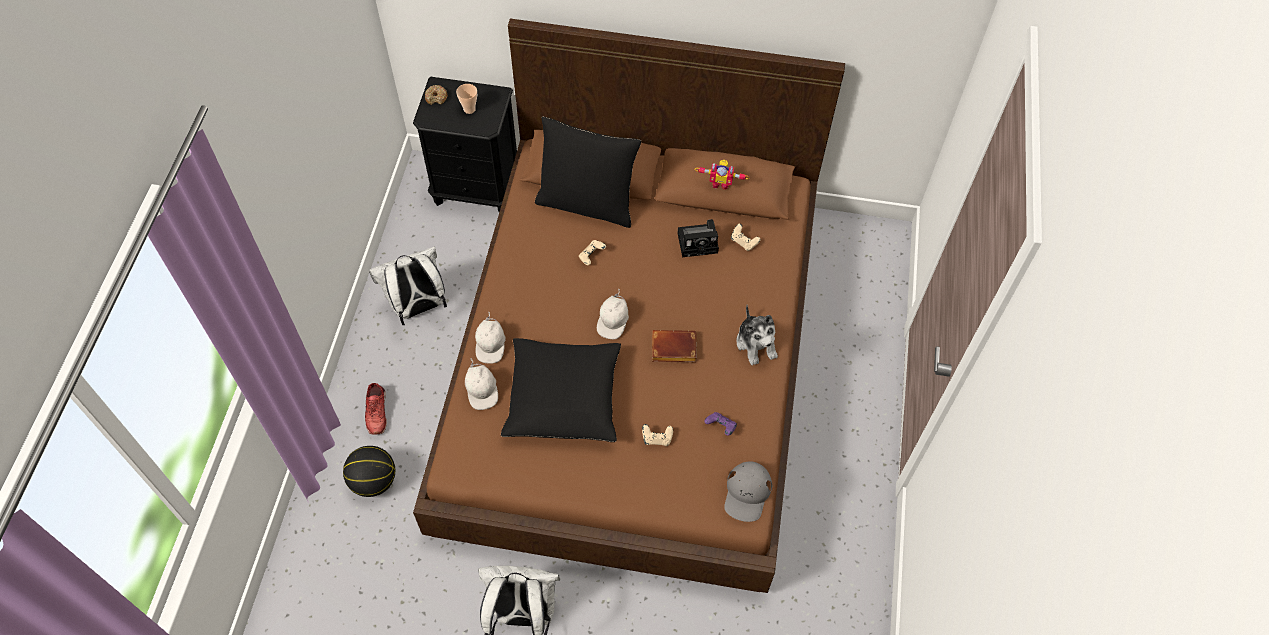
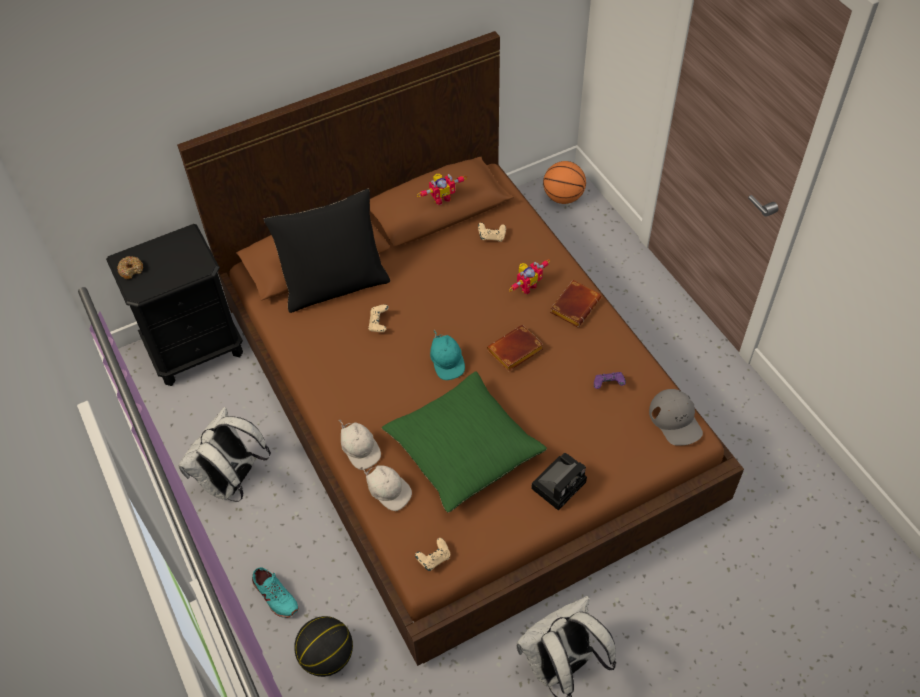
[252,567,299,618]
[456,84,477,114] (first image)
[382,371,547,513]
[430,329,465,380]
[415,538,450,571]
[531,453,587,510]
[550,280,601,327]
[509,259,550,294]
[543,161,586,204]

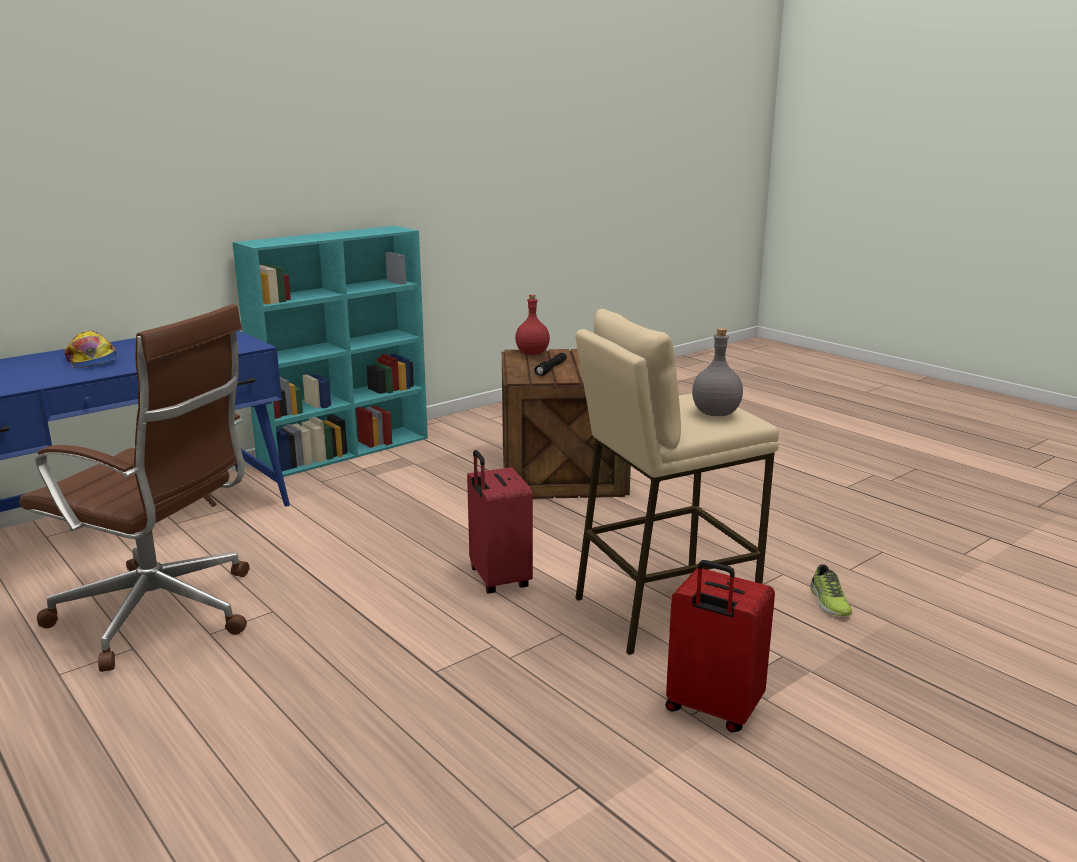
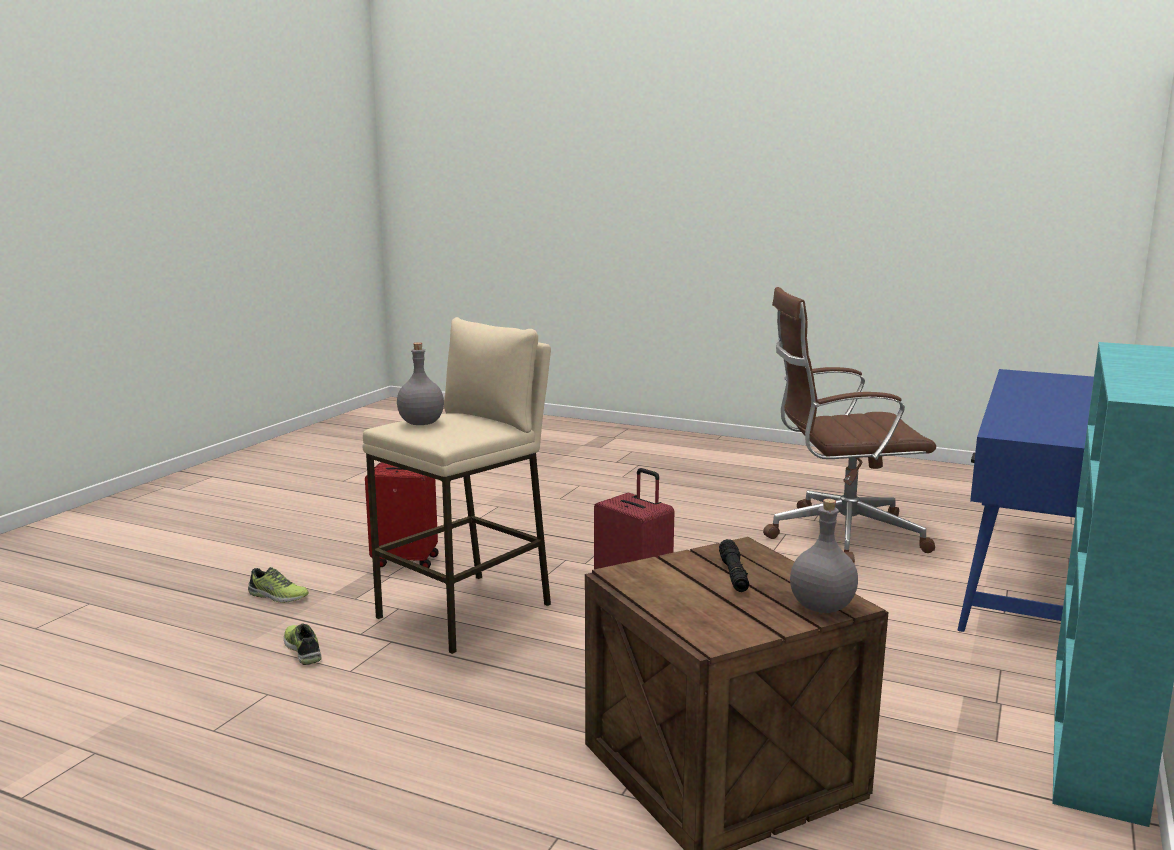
[65,331,118,368] (first image)
[790,499,858,613]
[248,567,309,603]

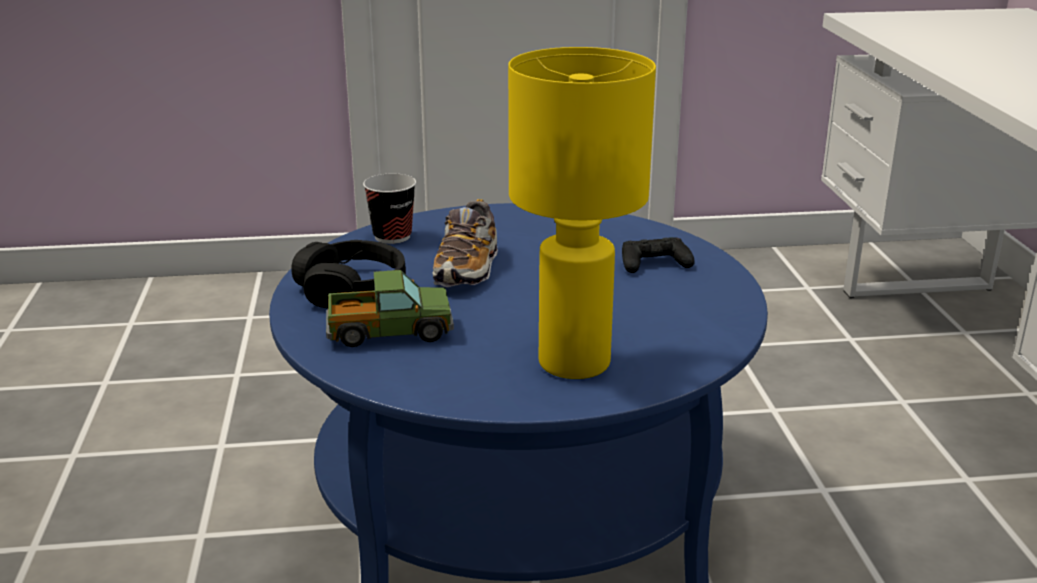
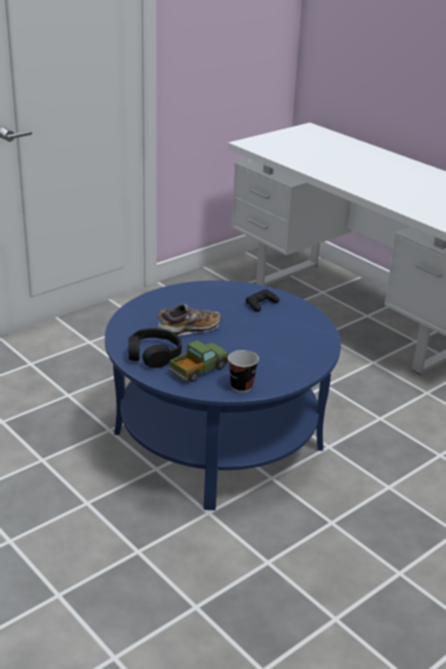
[228,350,259,393]
[158,304,221,336]
[508,47,656,379] (first image)

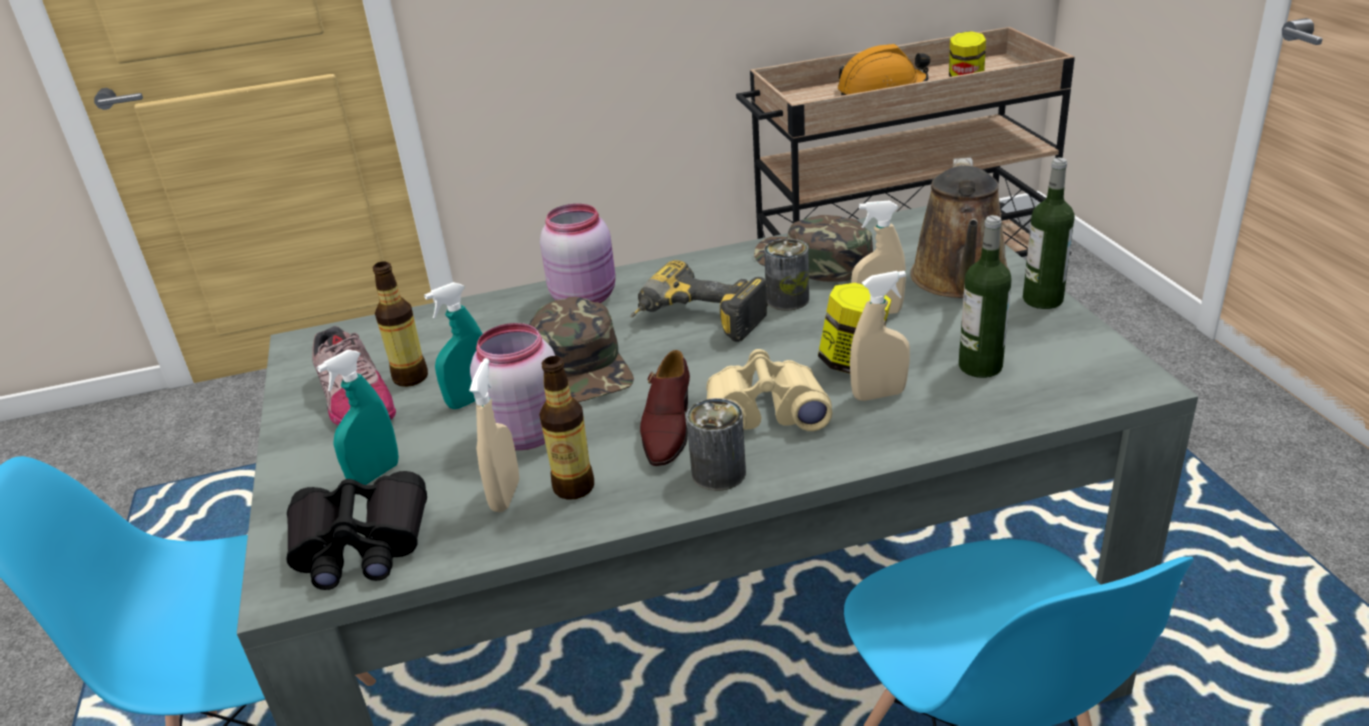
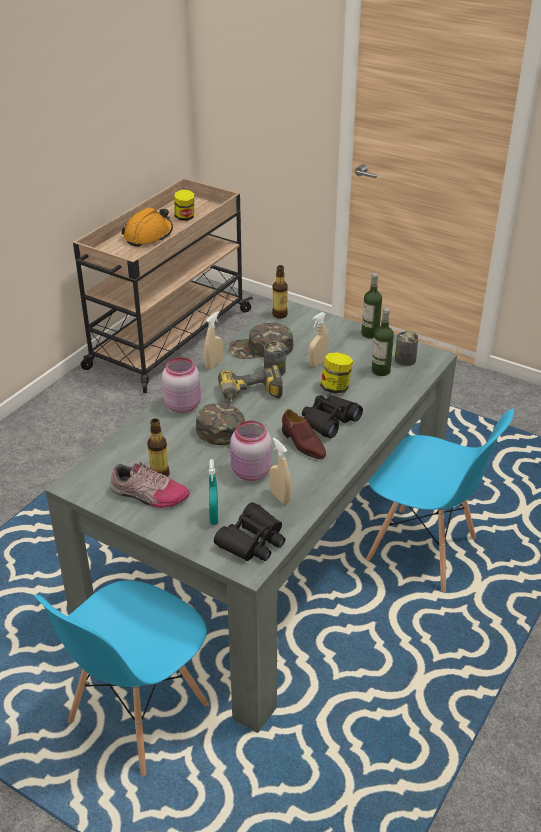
[424,282,483,409] (first image)
[272,265,288,319]
[395,331,419,367]
[302,395,363,438]
[204,311,223,370]
[910,158,1010,298] (first image)

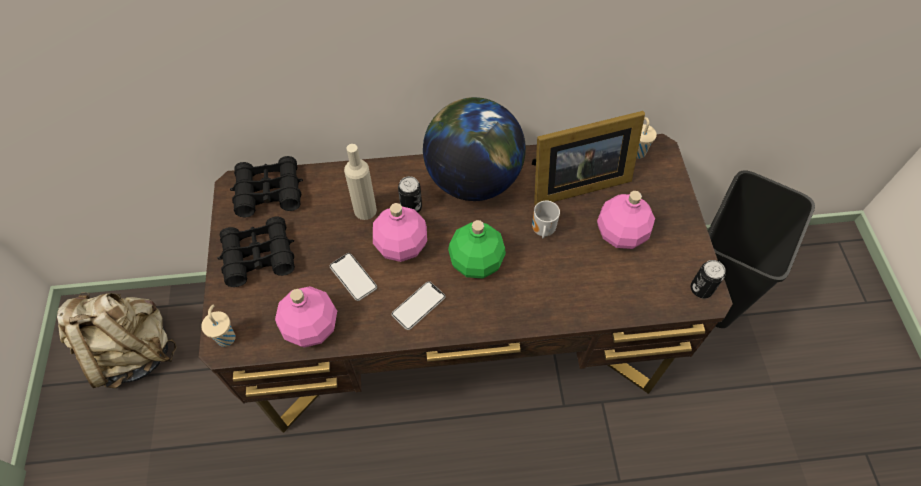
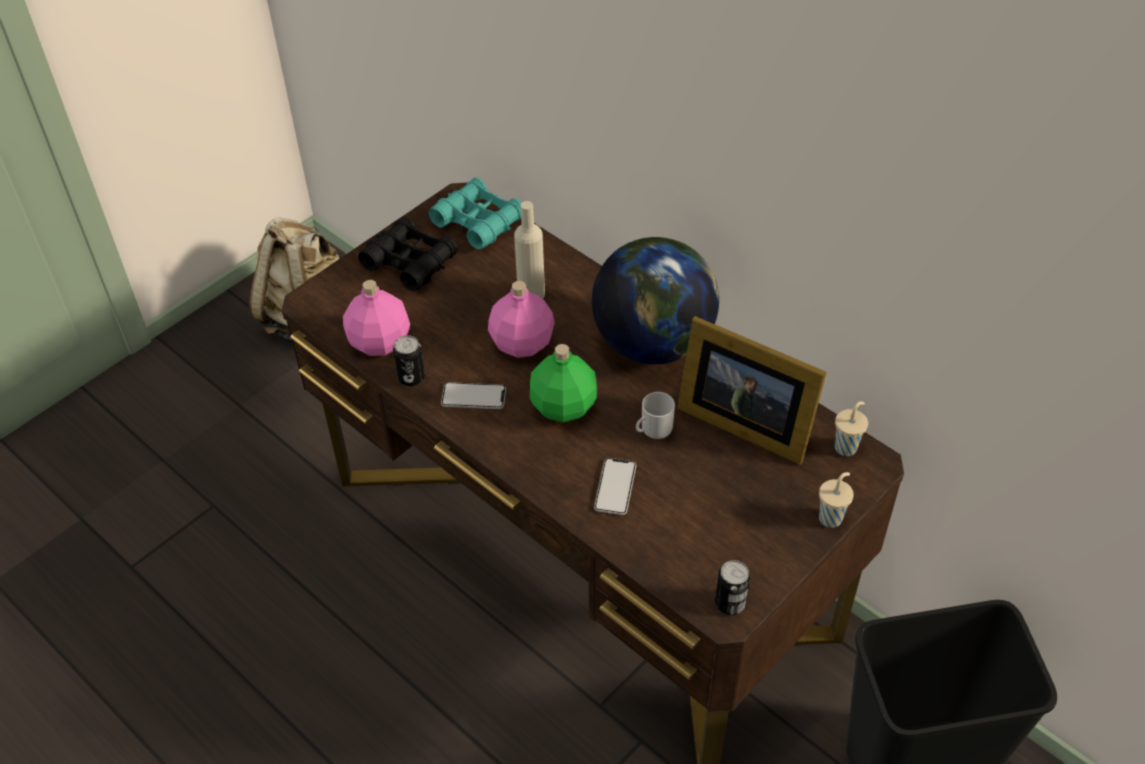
[819,472,854,528]
[429,178,521,249]
[594,458,636,515]
[393,335,425,386]
[597,191,655,249] (first image)

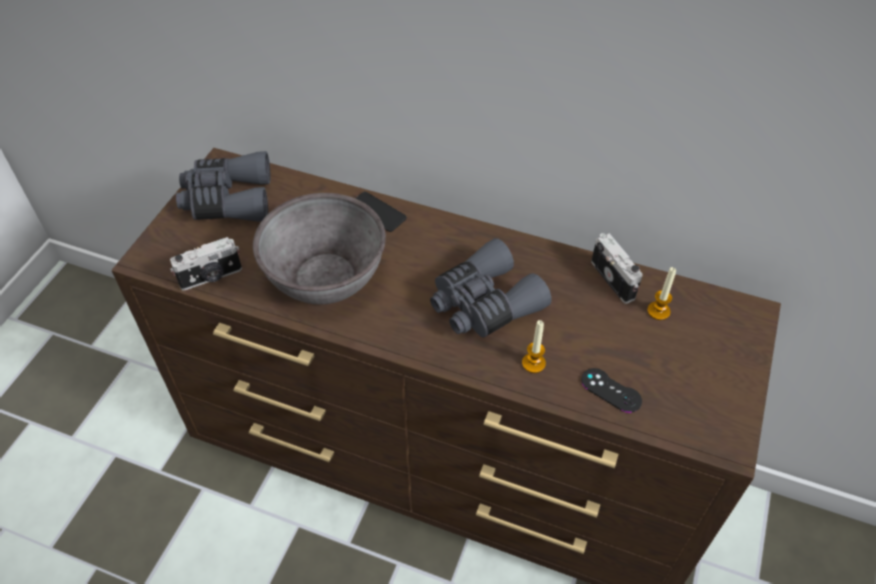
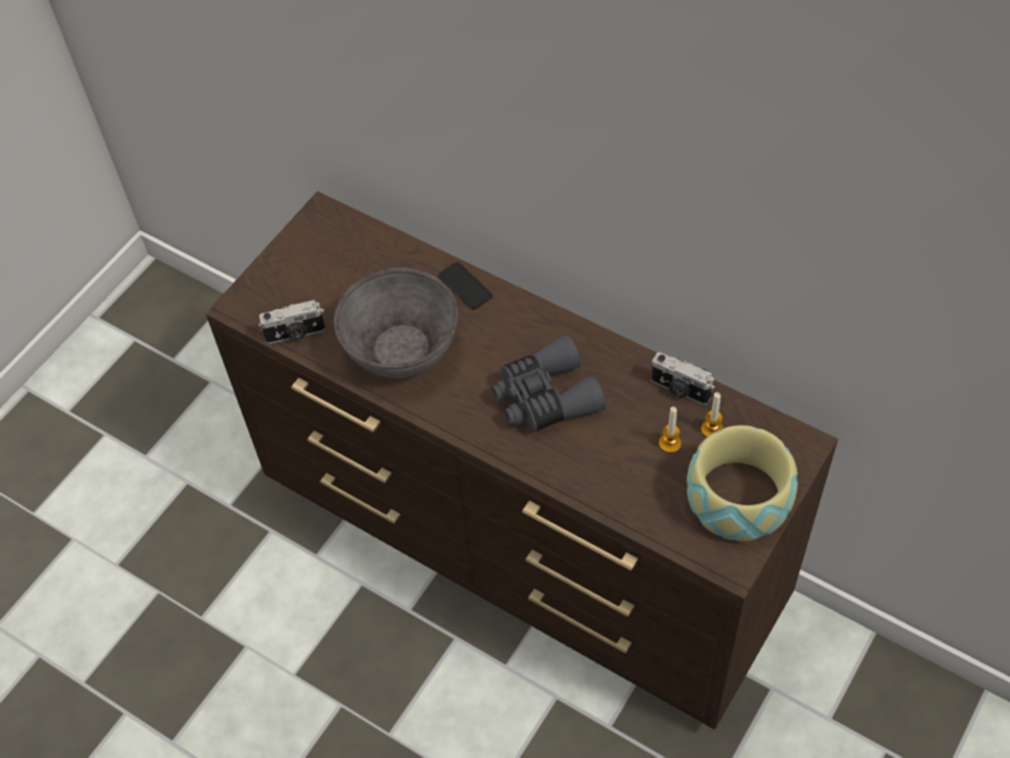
[176,151,270,222] (first image)
[659,407,681,453]
[581,368,642,413] (first image)
[651,352,715,405]
[687,425,798,541]

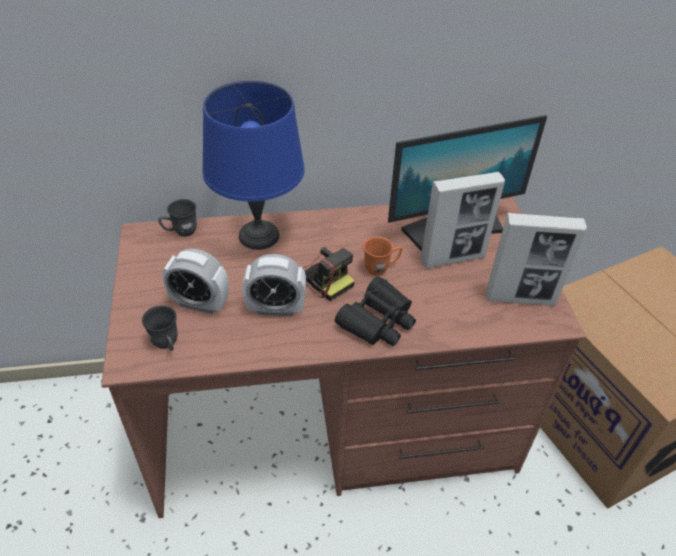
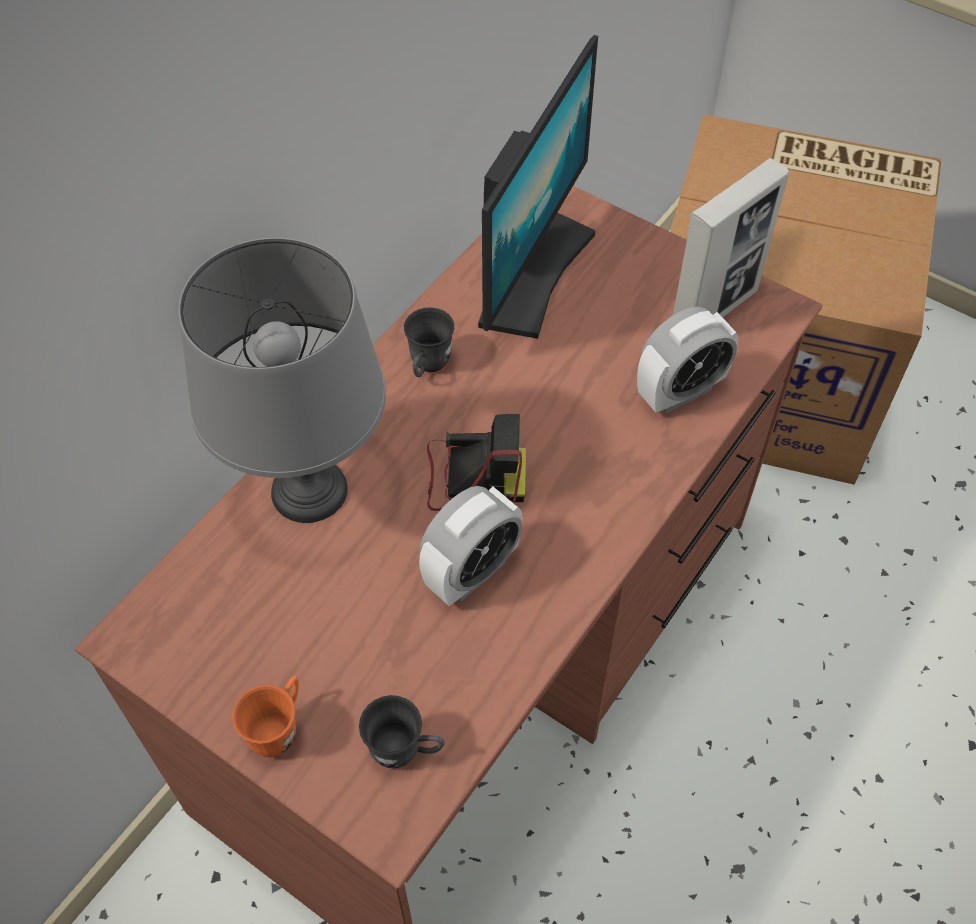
[404,307,454,377]
[637,307,738,413]
[179,238,386,523]
[335,276,416,346] (first image)
[232,676,299,758]
[420,172,505,268] (first image)

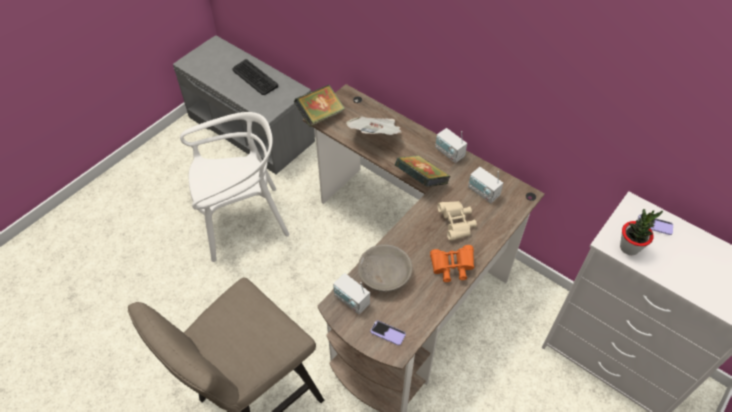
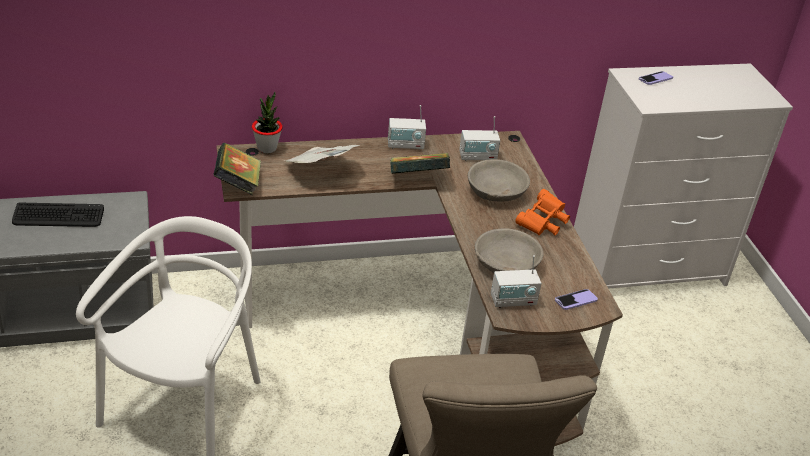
[468,159,530,202]
[252,92,283,153]

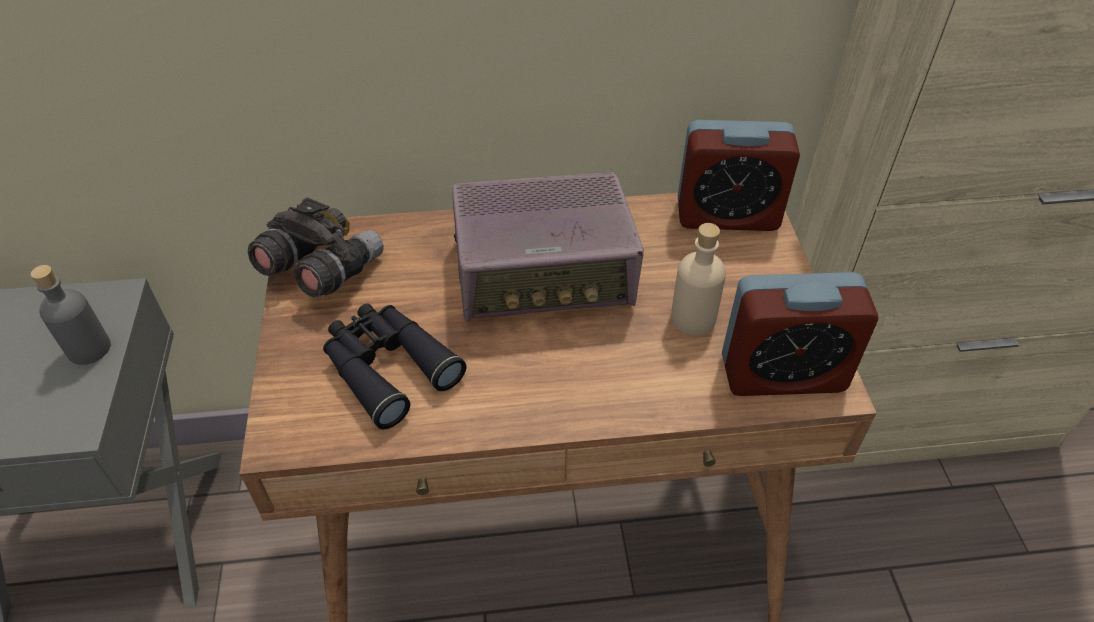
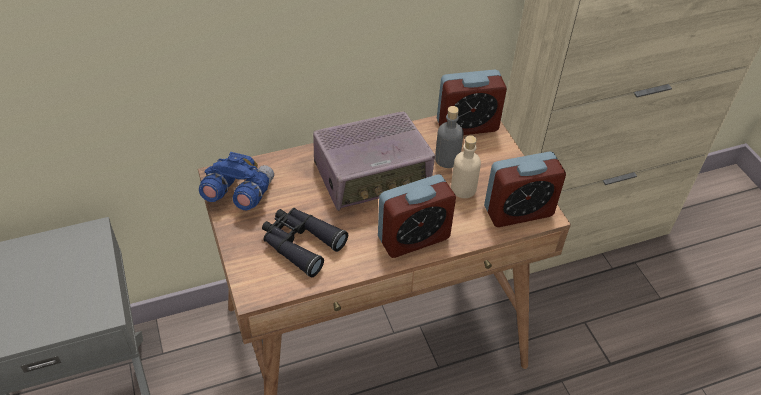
[435,106,464,168]
[199,152,274,210]
[378,174,456,258]

